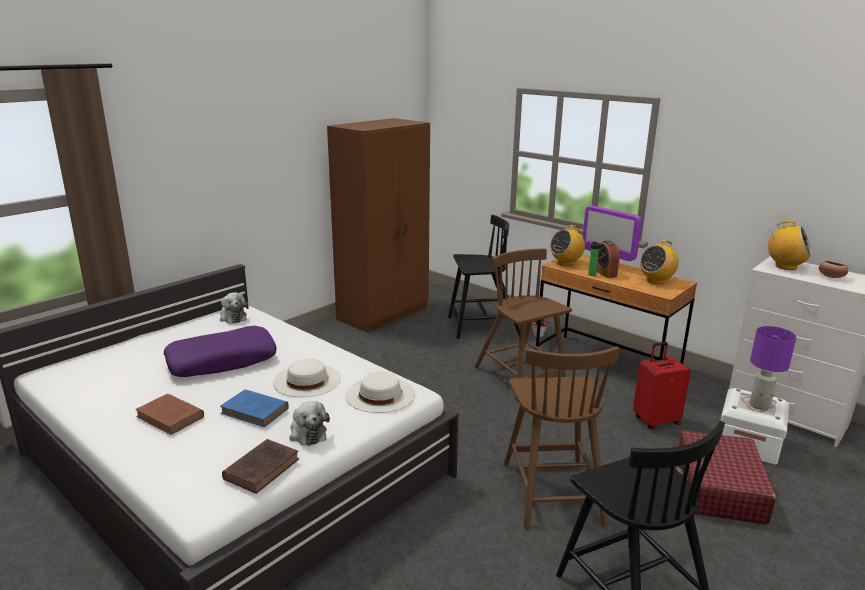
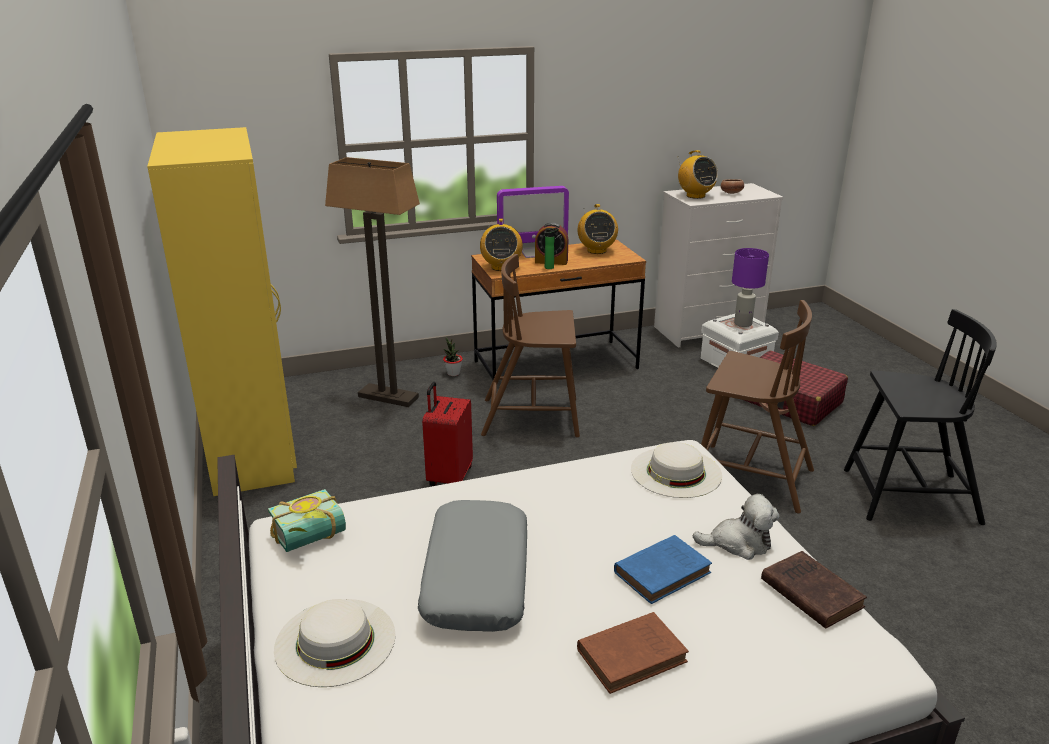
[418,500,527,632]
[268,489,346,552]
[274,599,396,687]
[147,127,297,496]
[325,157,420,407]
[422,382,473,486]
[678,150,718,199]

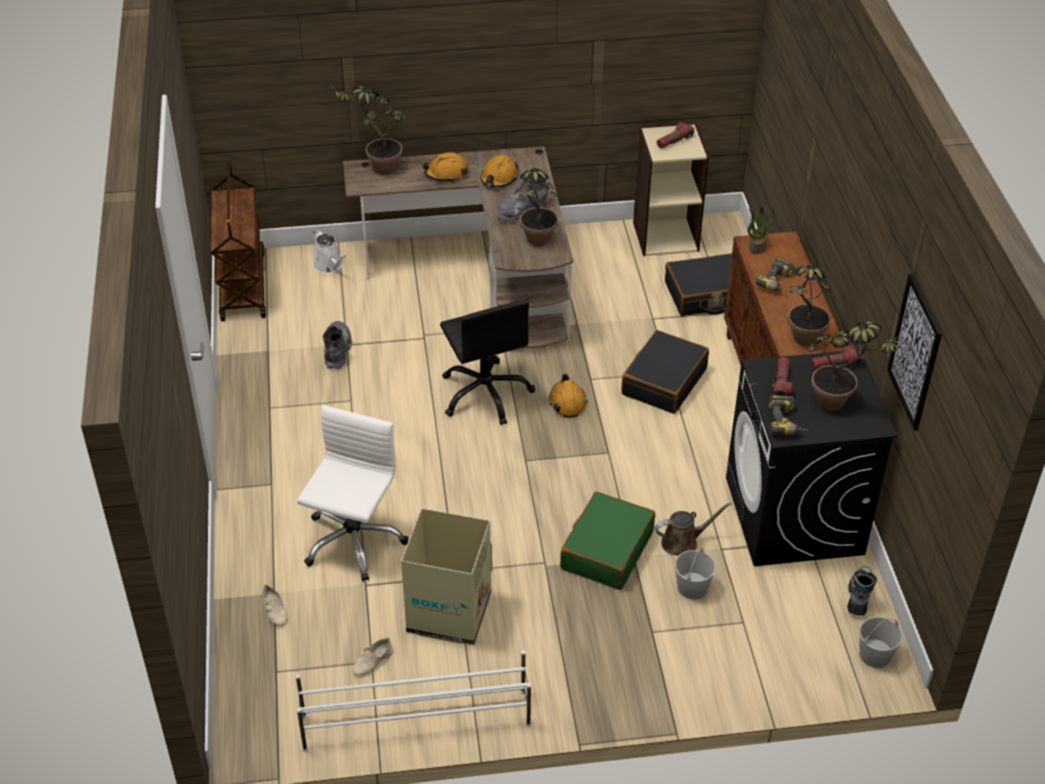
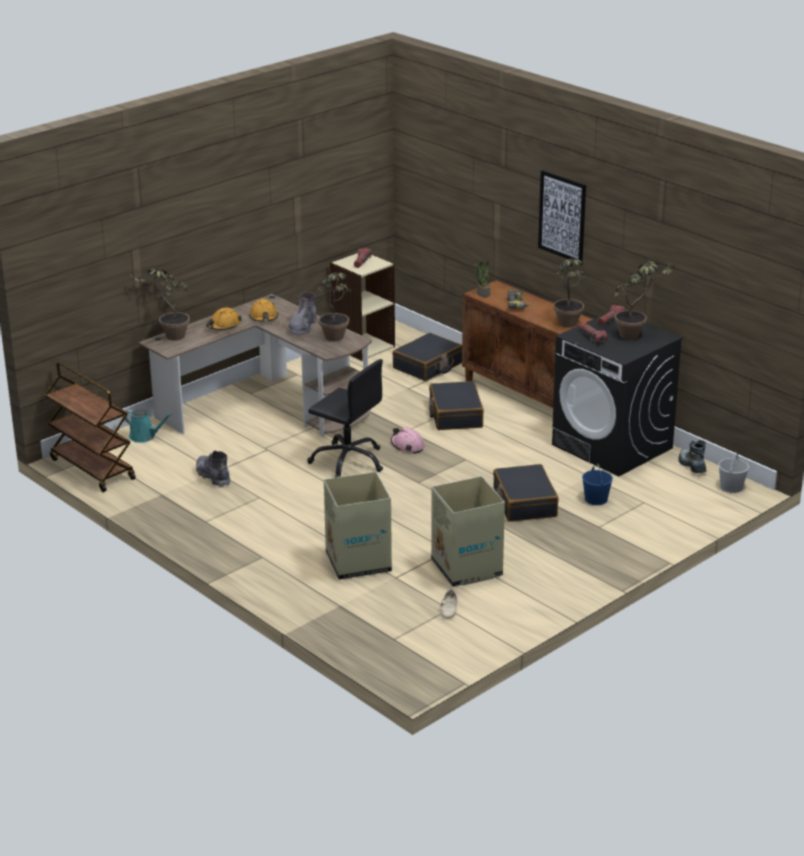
[263,584,287,626] (first image)
[296,650,531,752] (first image)
[324,472,392,580]
[122,409,172,443]
[391,427,425,454]
[493,464,559,522]
[655,502,732,556] (first image)
[582,464,613,505]
[769,395,808,435] (first image)
[538,170,586,262]

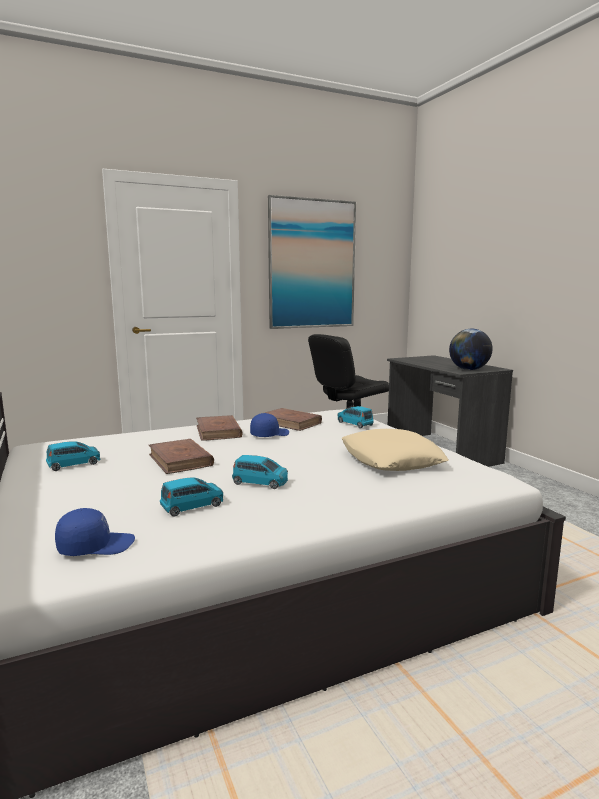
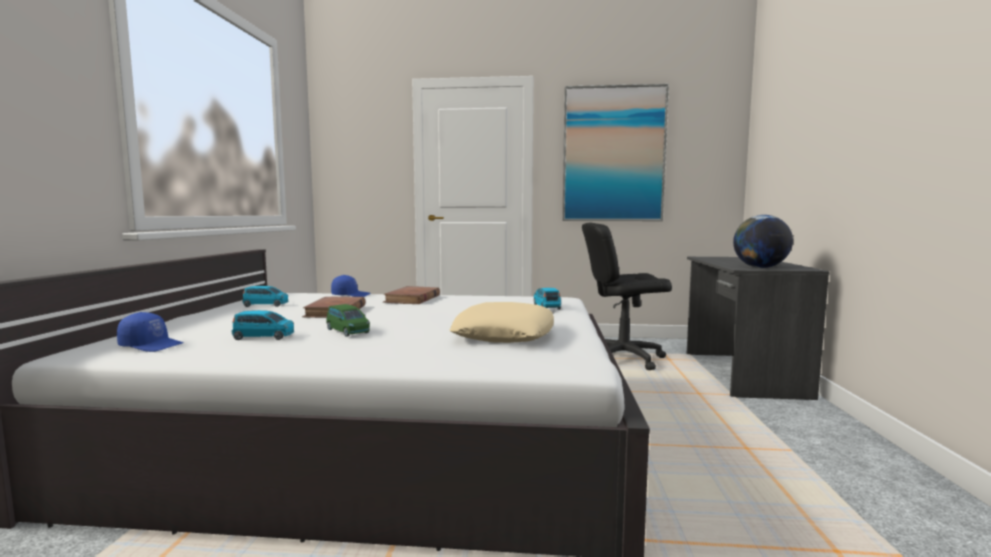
[326,304,370,337]
[331,275,370,297]
[265,408,322,431] (first image)

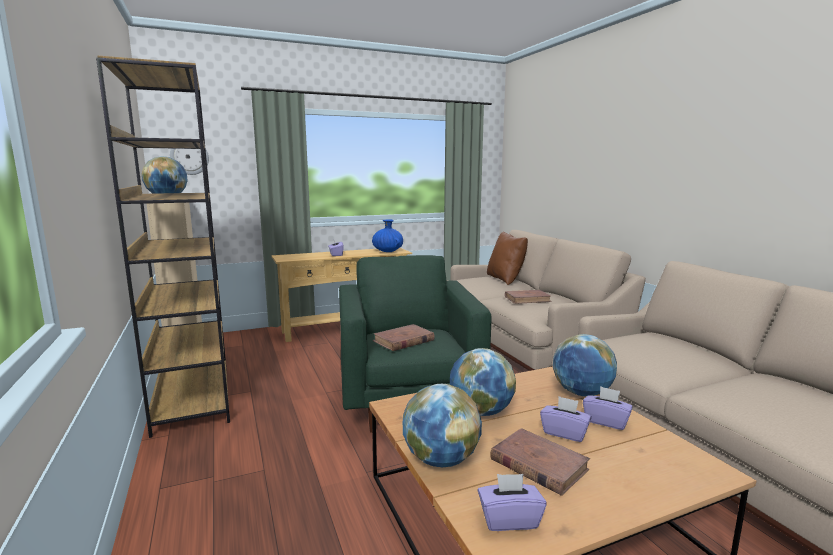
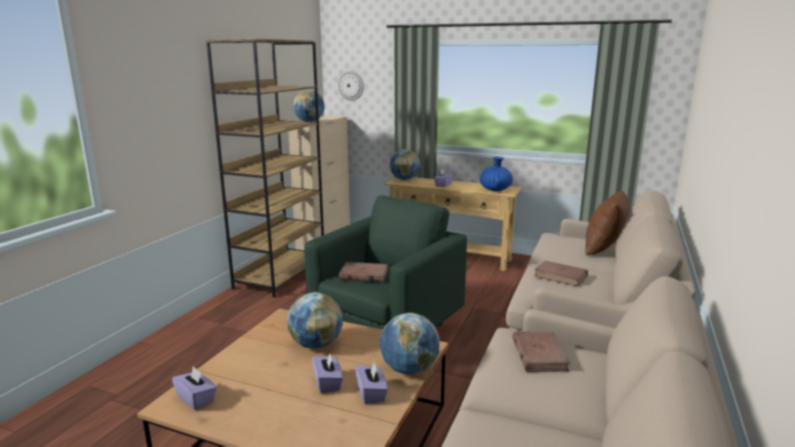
[390,149,420,180]
[512,332,570,372]

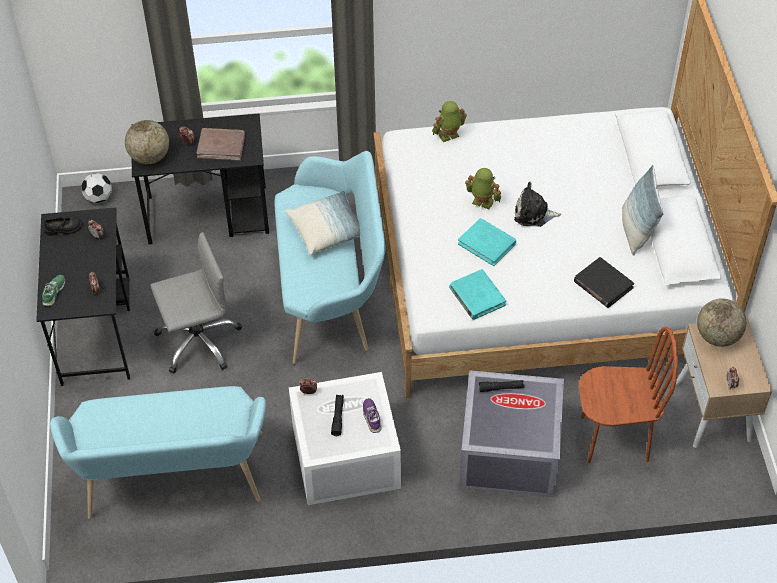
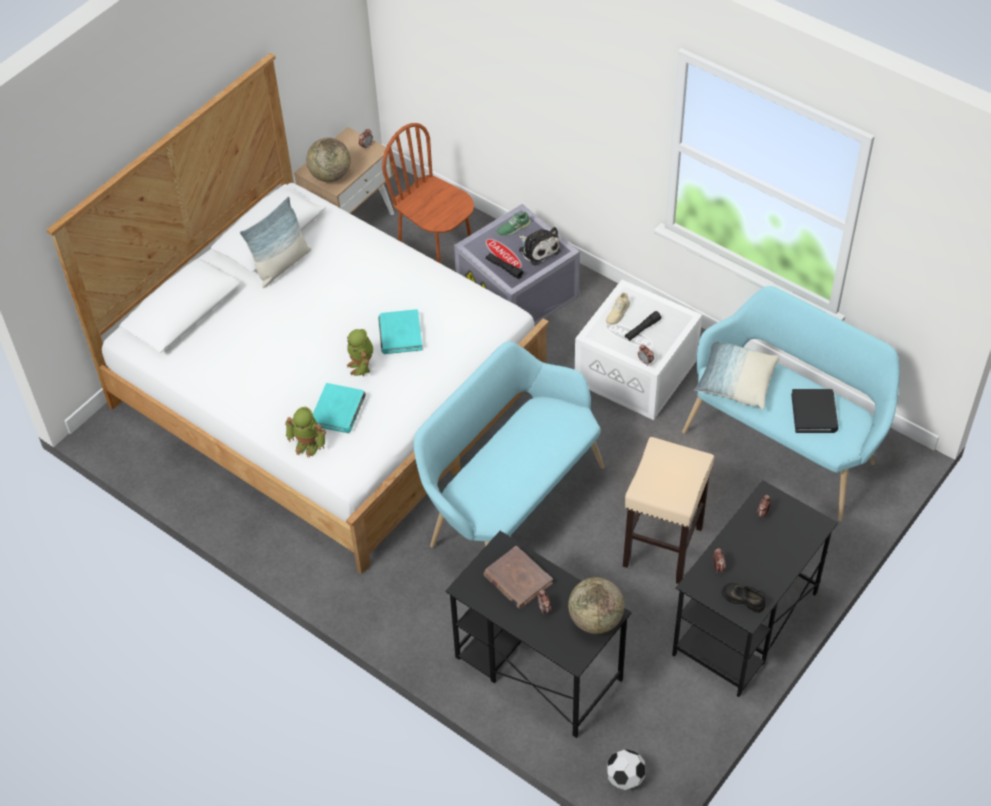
[497,211,531,236]
[623,437,714,584]
[694,342,779,410]
[606,292,630,325]
[313,383,366,433]
[519,227,560,266]
[791,389,838,433]

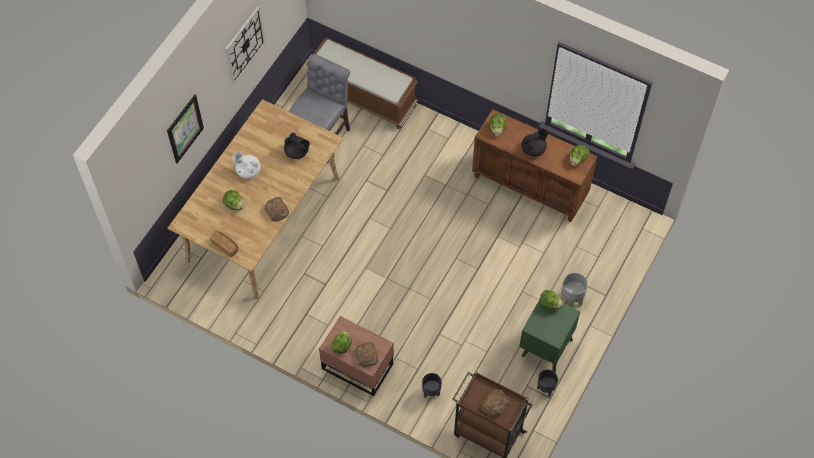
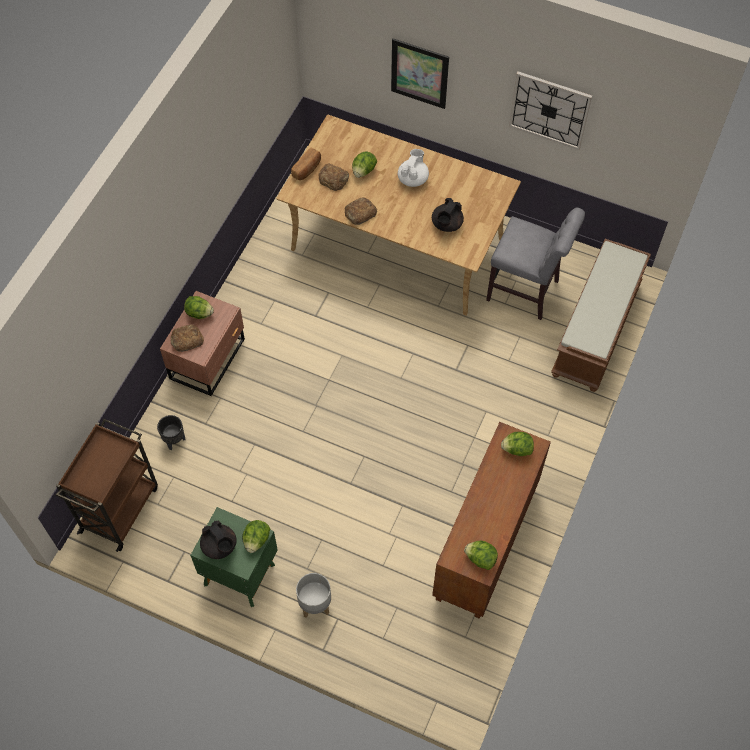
[318,163,349,191]
[200,521,237,559]
[537,370,558,397] (first image)

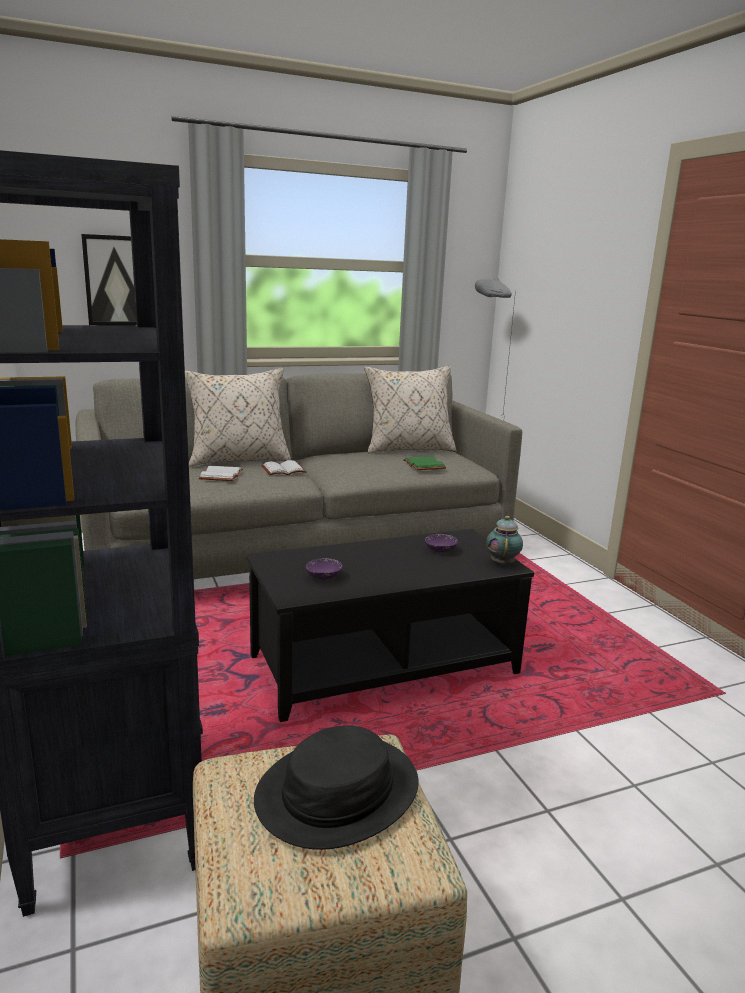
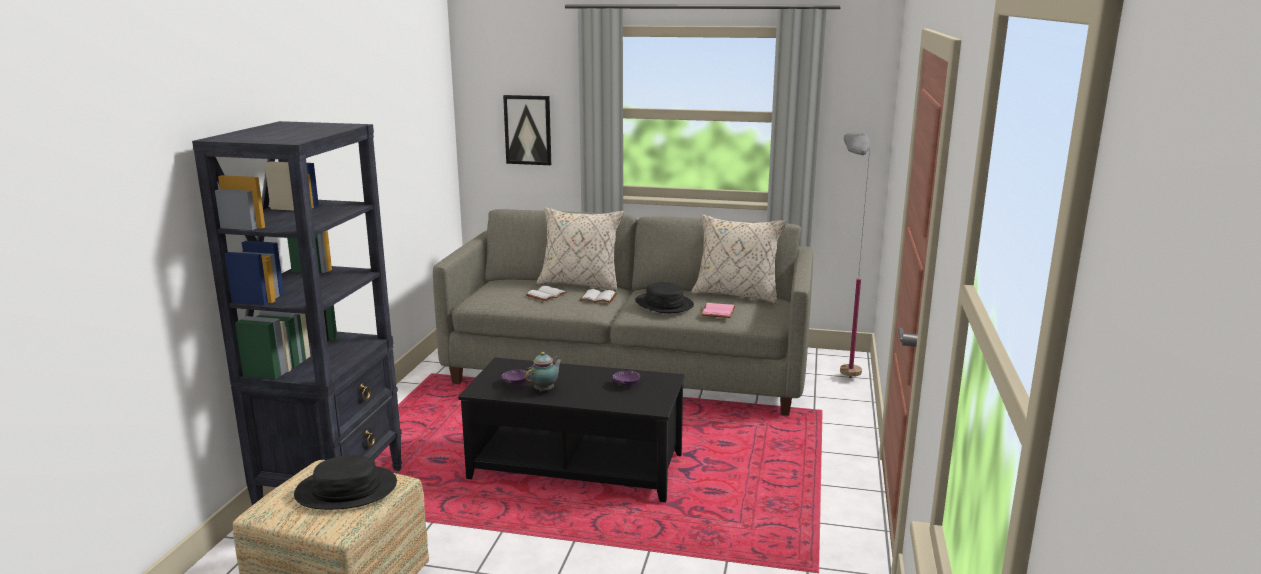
[701,303,735,318]
[525,352,563,392]
[635,282,694,313]

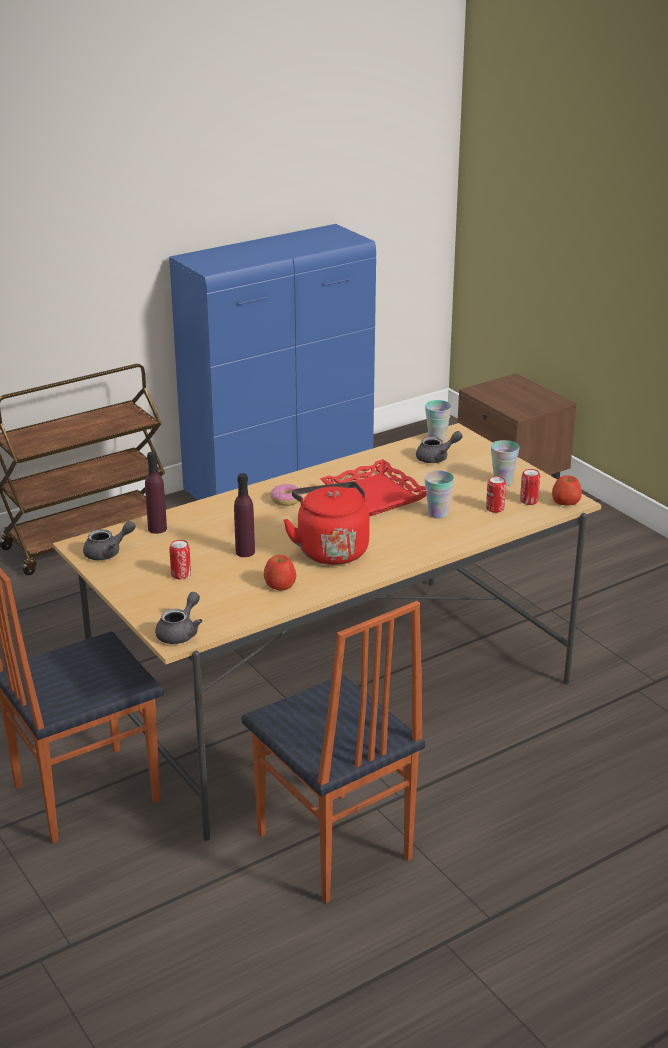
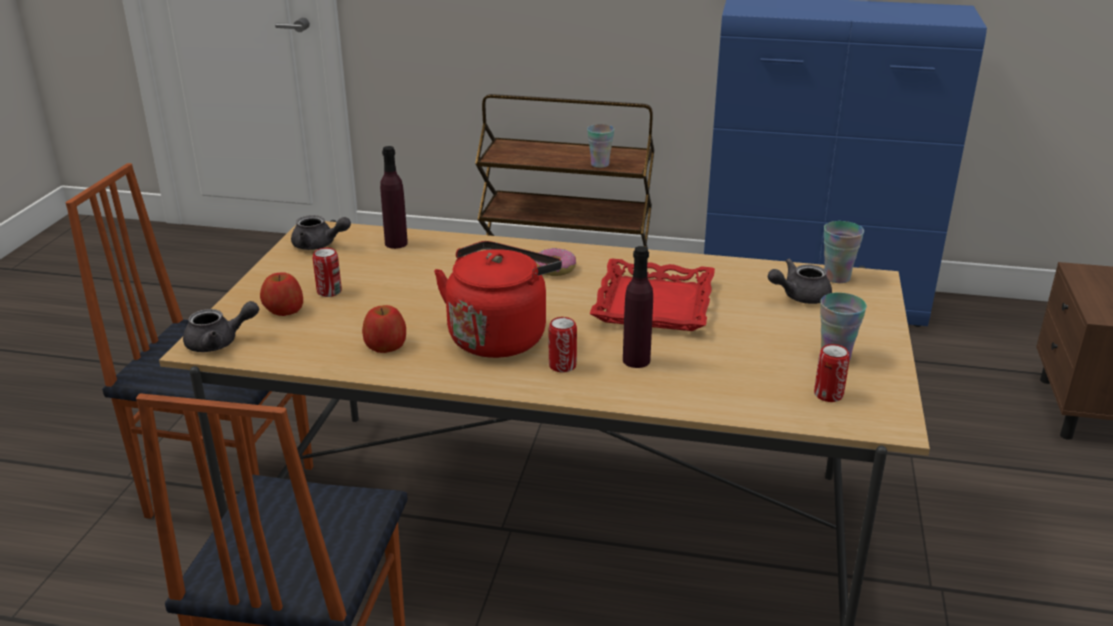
[623,246,653,368]
[768,259,832,304]
[587,124,614,168]
[549,317,577,373]
[260,273,303,316]

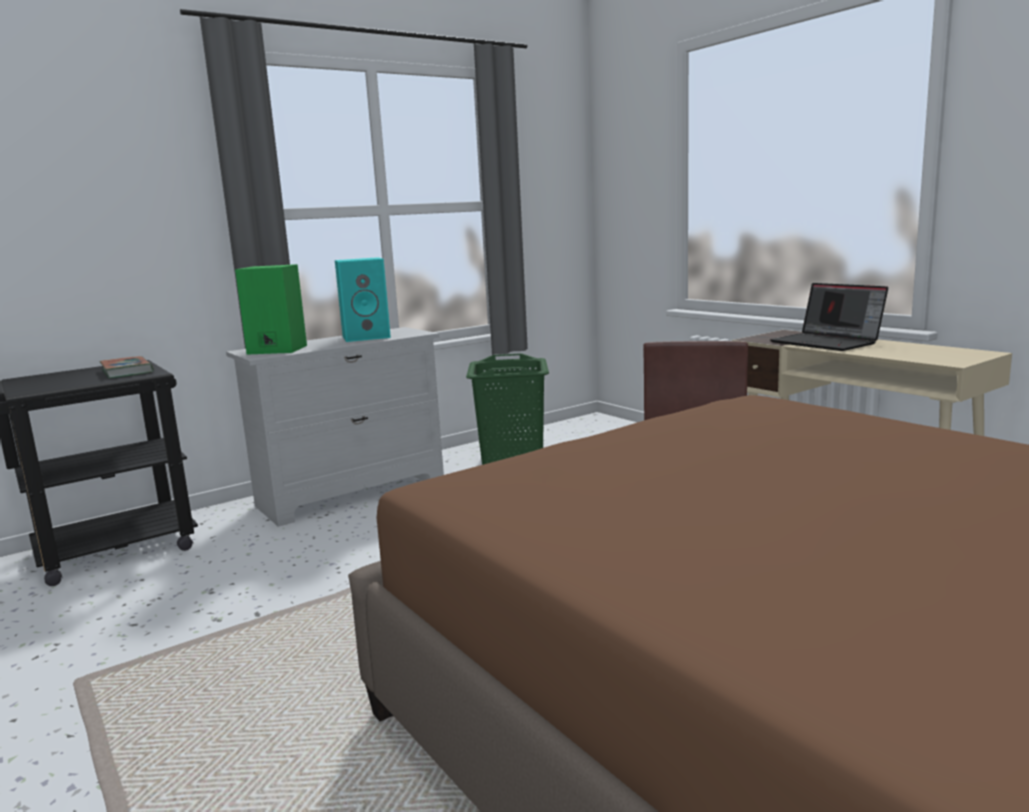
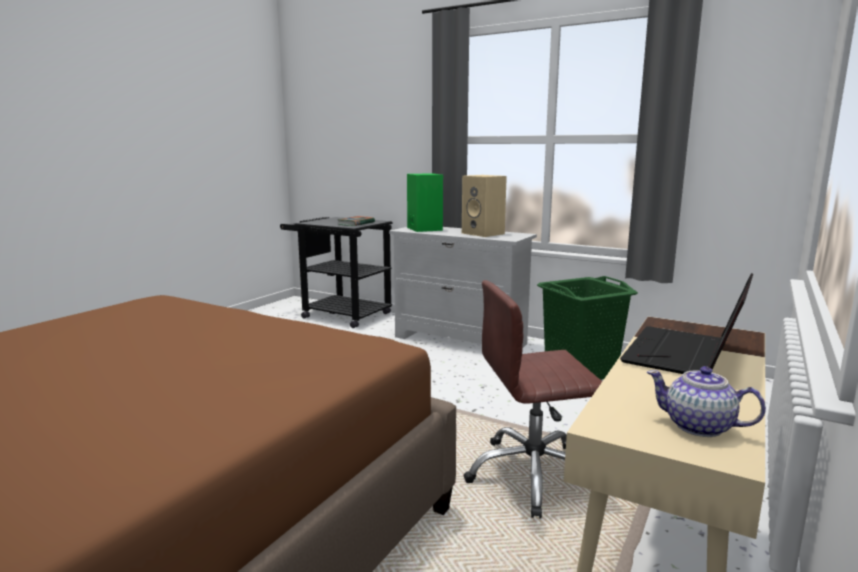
[462,175,507,237]
[647,366,766,437]

